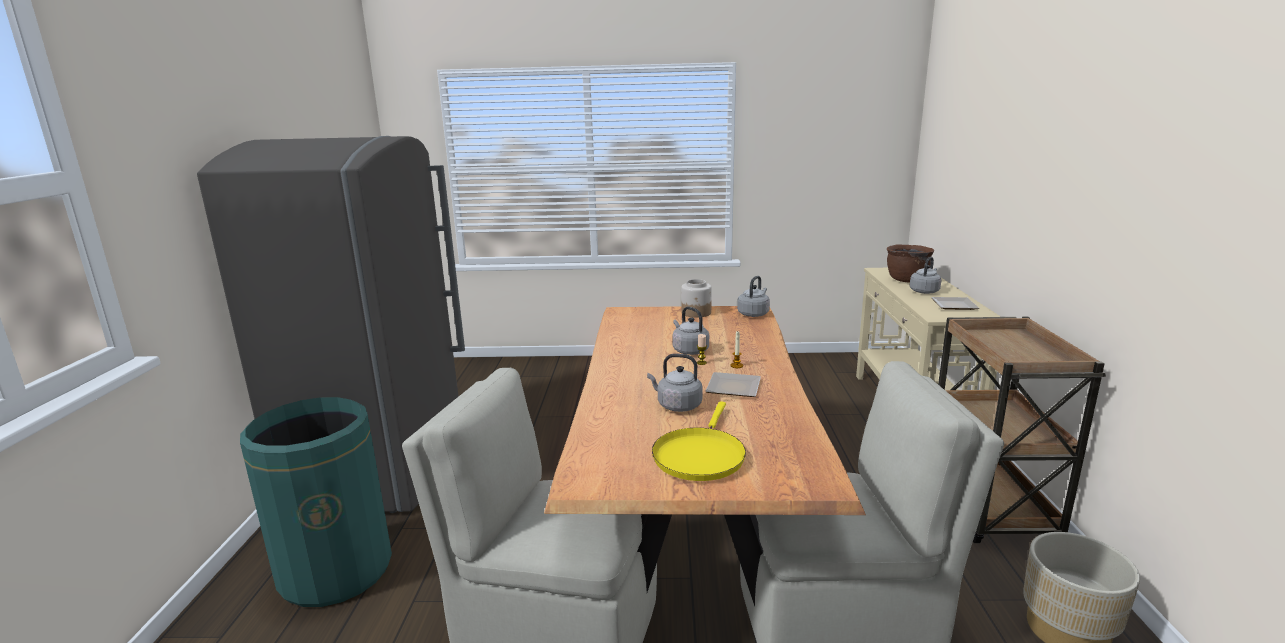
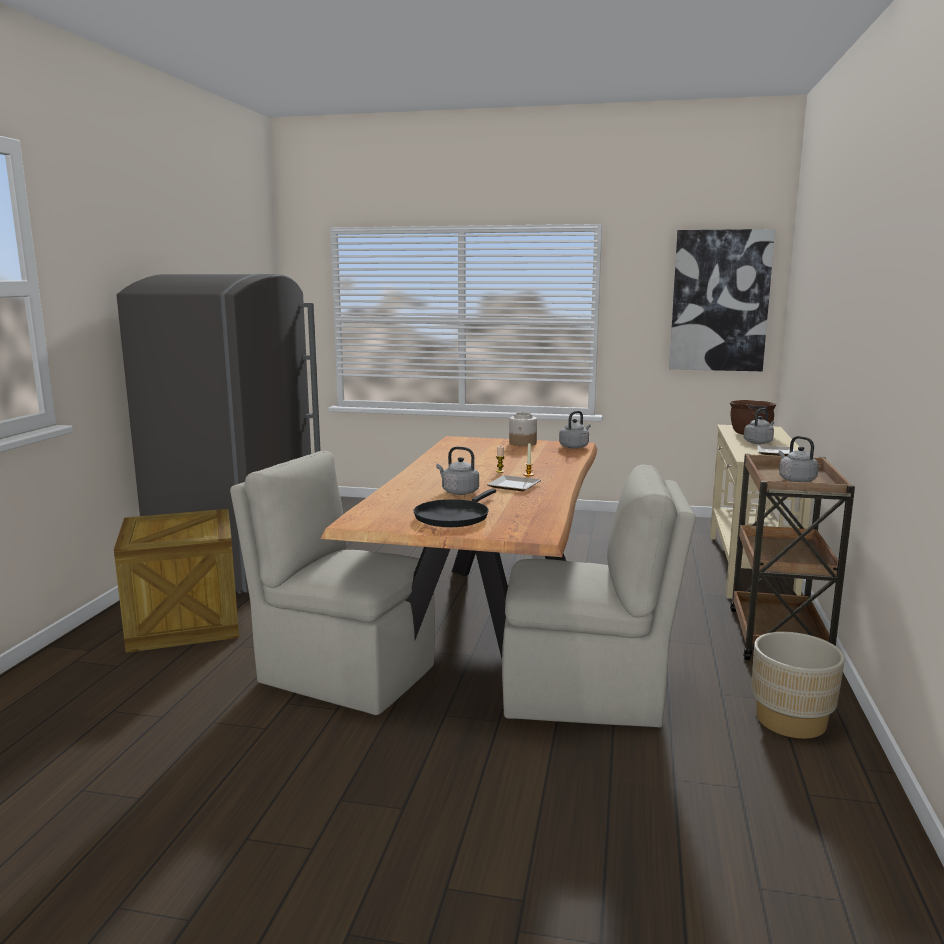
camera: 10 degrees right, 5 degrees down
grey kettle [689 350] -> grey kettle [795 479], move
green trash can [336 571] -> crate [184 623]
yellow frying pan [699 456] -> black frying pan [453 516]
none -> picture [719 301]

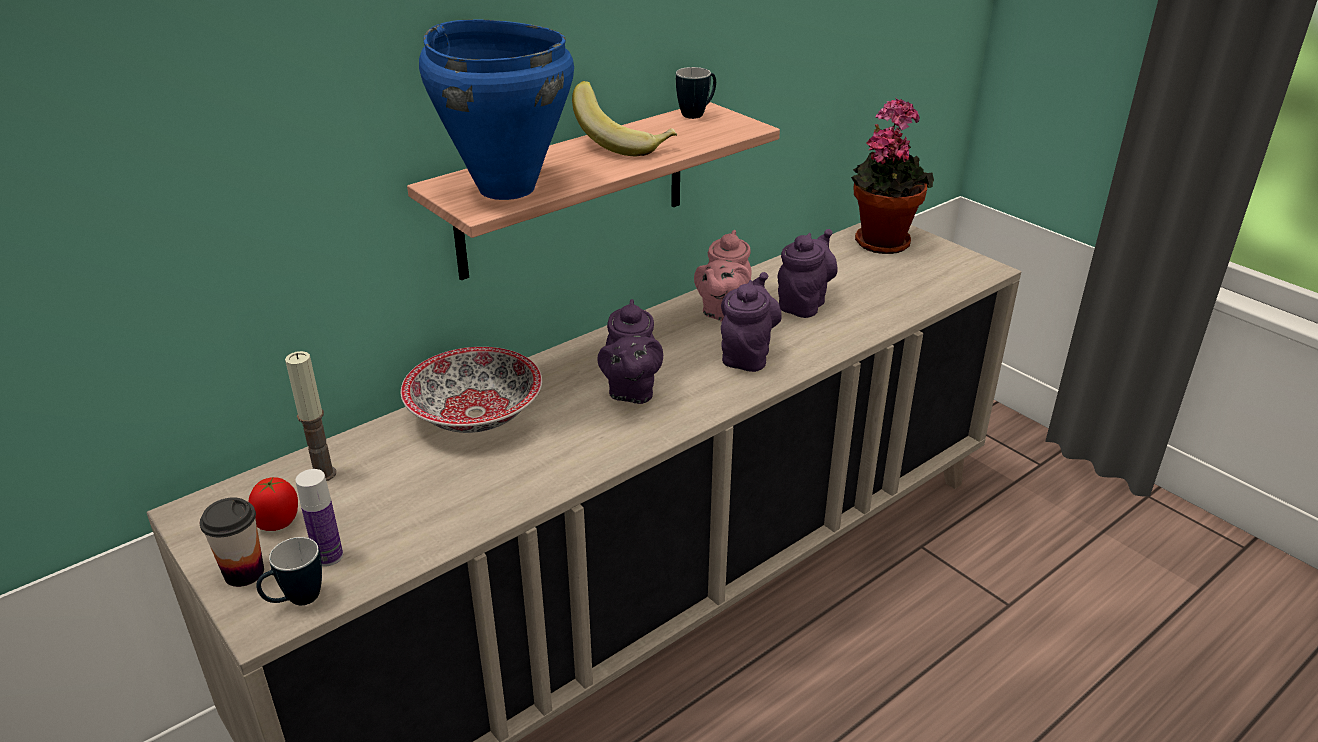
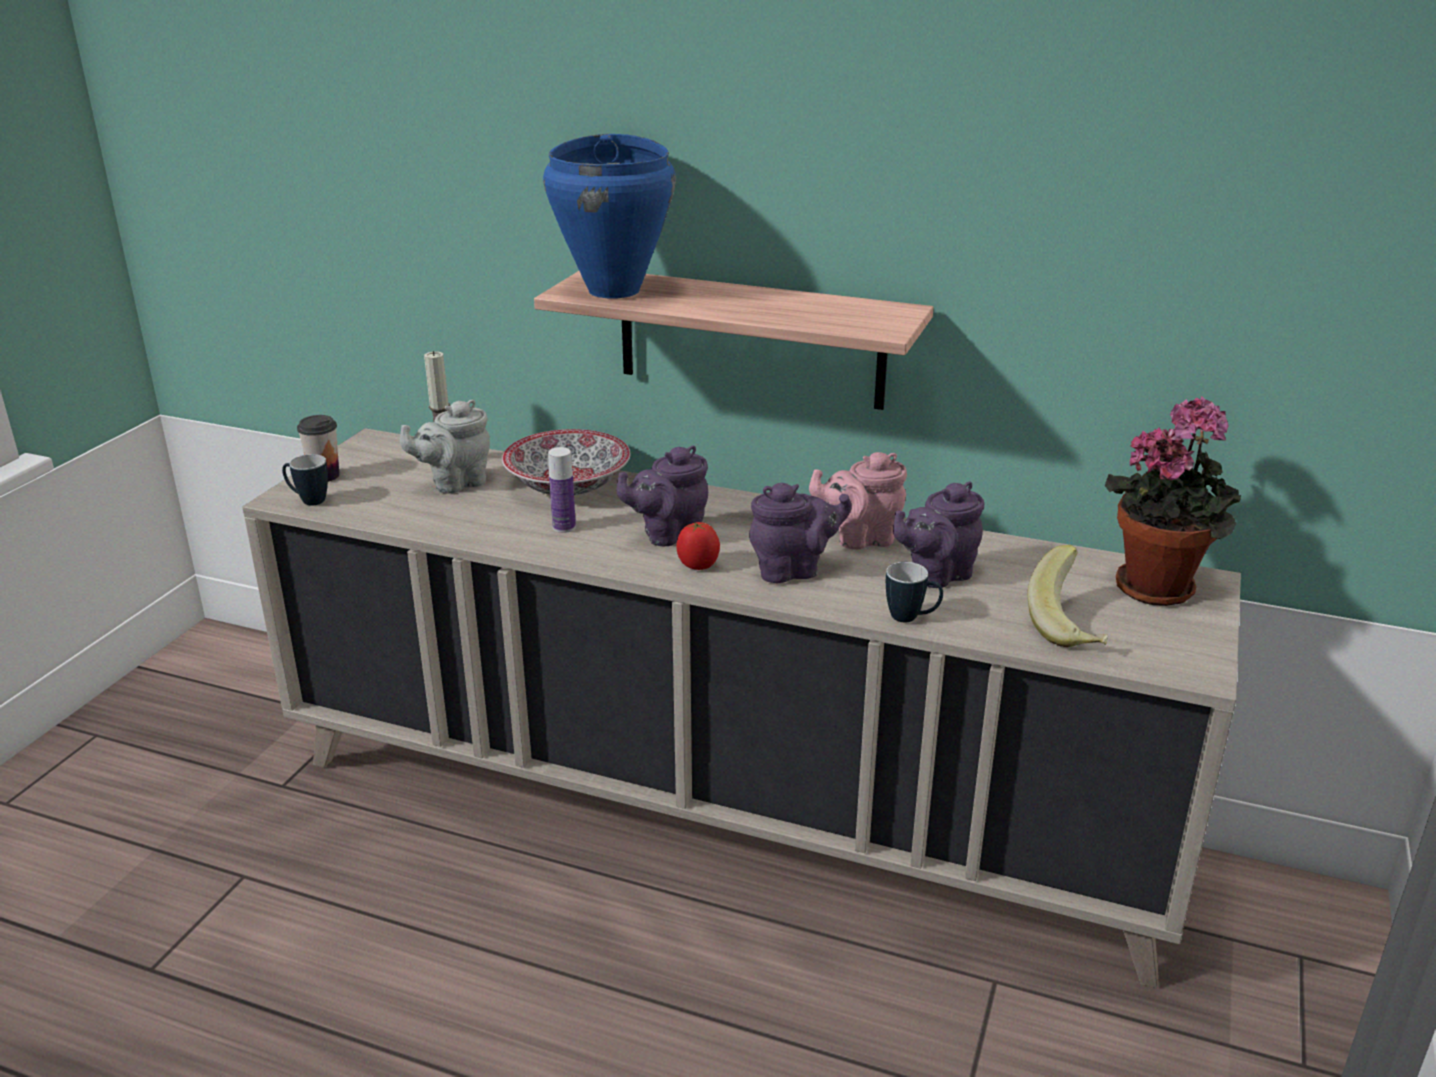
camera: 60 degrees right, 5 degrees down
mug [697 114] -> mug [911 618], move
banana [624 144] -> banana [1071 626], move
purple teapot [803 303] -> purple teapot [936 575], 150 degrees clockwise
bottle [328 556] -> bottle [564 527], move
tomato [278 523] -> tomato [698 565], move
none -> grey teapot [454 483]

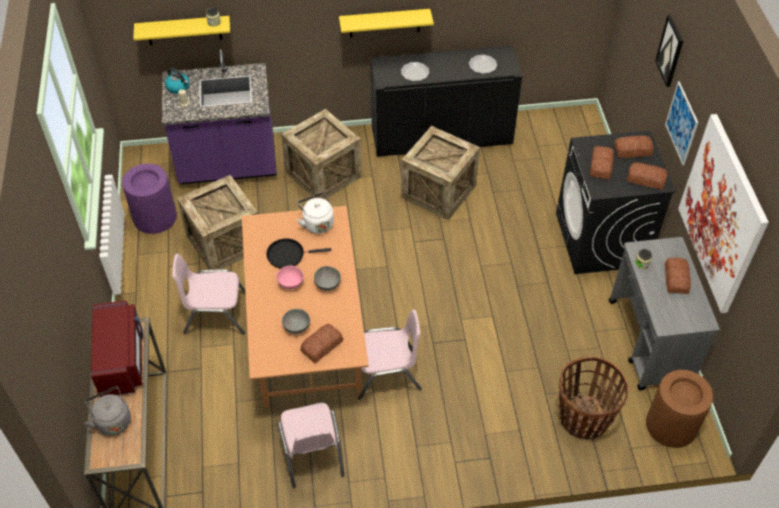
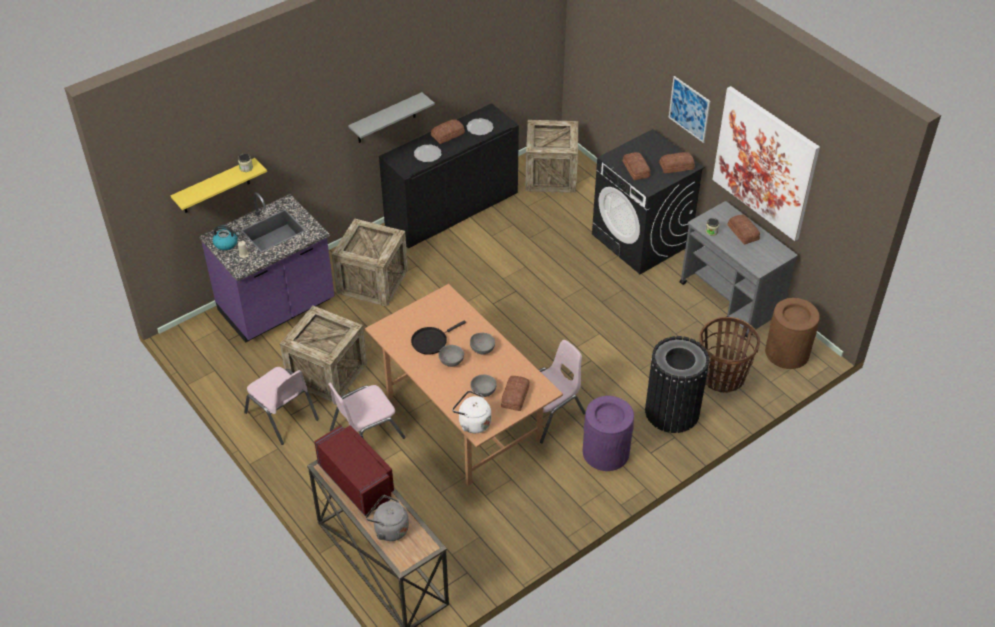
camera: 30 degrees left, 5 degrees down
yellow shelf [384 23] -> grey shelf [386 119]
picture [670 51] -> none
crate [438 191] -> crate [550 175], move
bread [633 150] -> bread [448 134], move
purple trash can [155 217] -> purple trash can [605 452], move
white kettle [317 223] -> white kettle [472 422], move
pink bowl [290 283] -> grey bowl [450 361]
pink chair [311 453] -> pink chair [282 416], move
none -> black trash can [672 412]

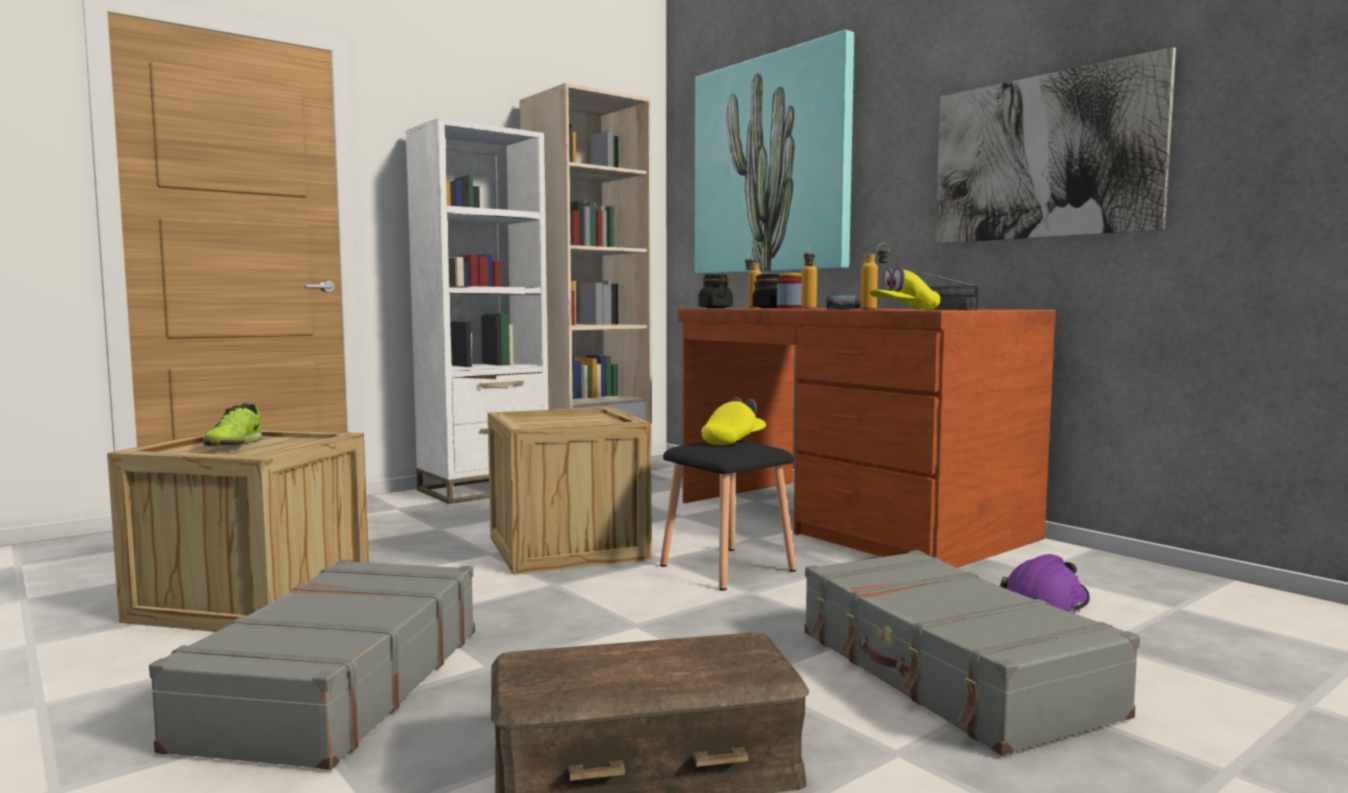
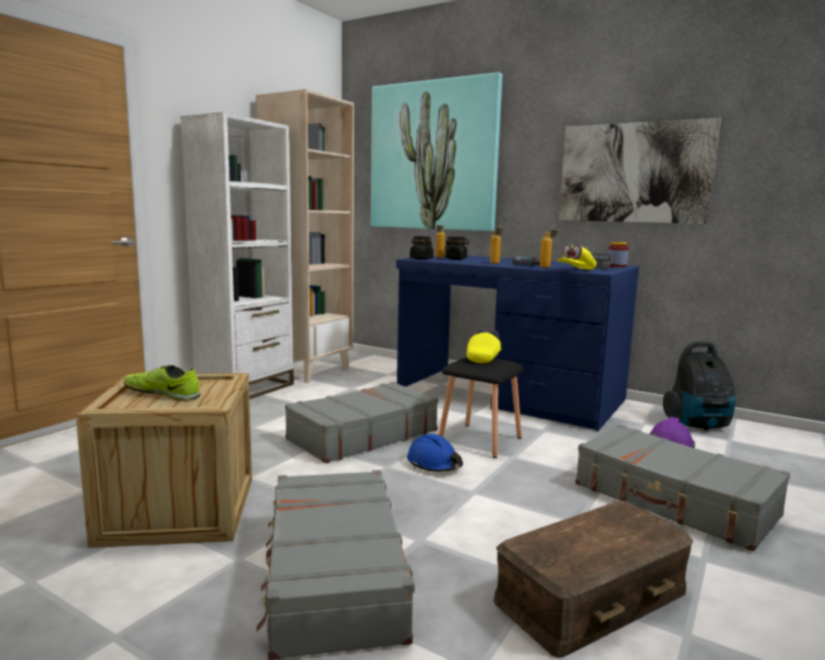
camera: 20 degrees left, 5 degrees up
jar [790 308] -> jar [616 266], move
brown desk [847 520] -> blue desk [509 395]
shoe [233 446] -> shoe [162 394], 135 degrees clockwise
crate [567 548] -> grey suitcase [362 435]
none -> vacuum cleaner [698 425]
none -> blue hard hat [434 464]

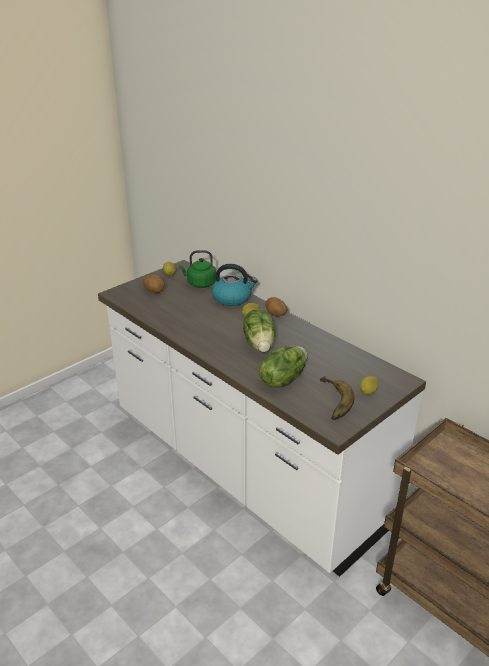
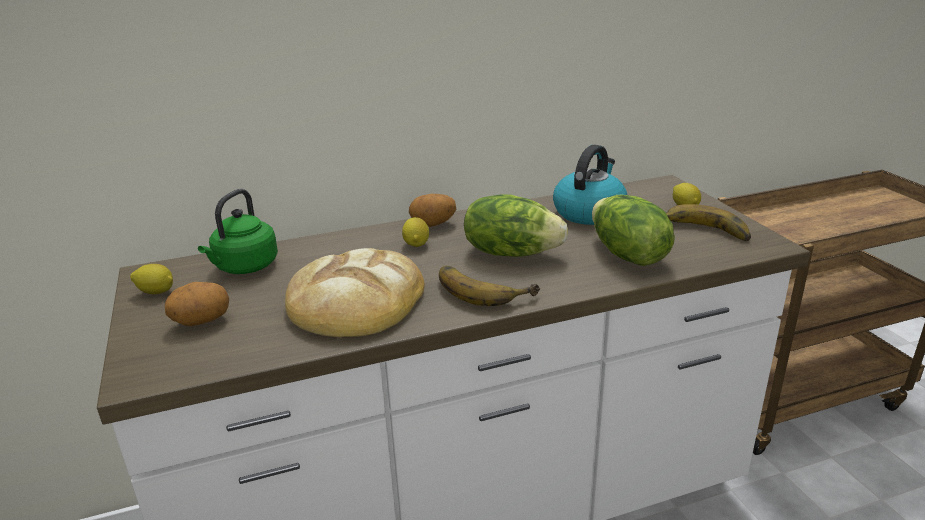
camera: 65 degrees left, 5 degrees down
kettle [232 298] -> kettle [589 212], move
none -> bread [356 301]
none -> banana [484 288]

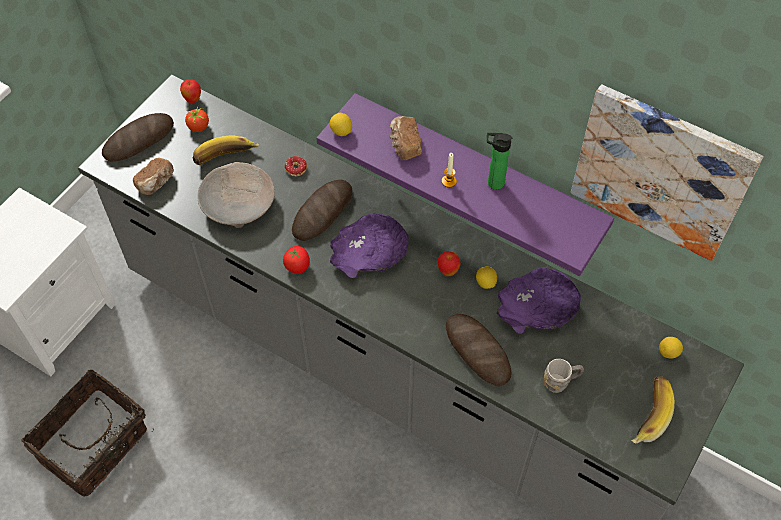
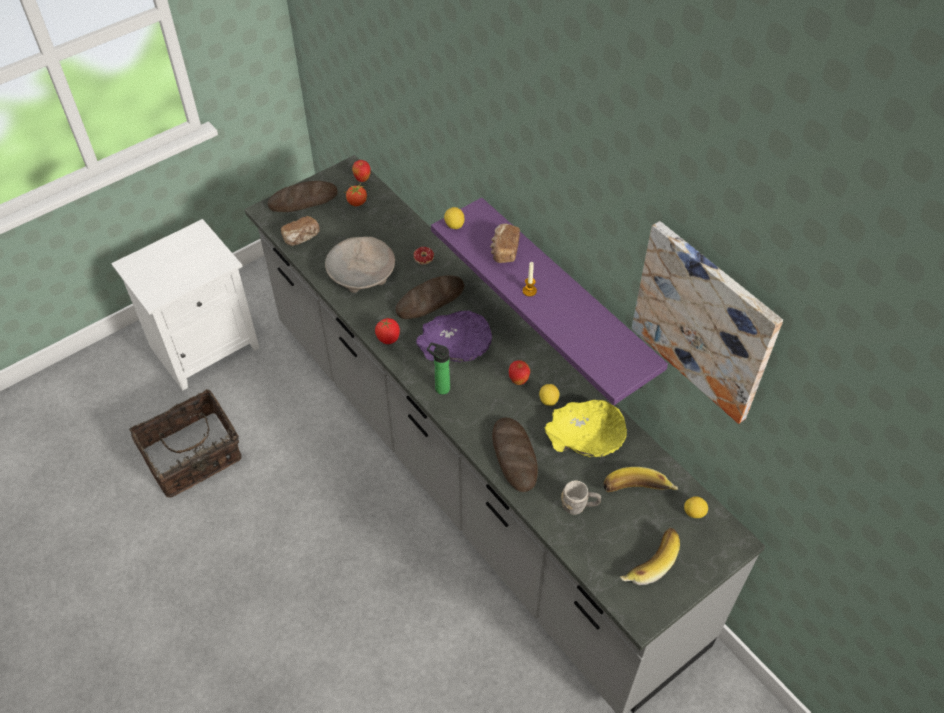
camera: 20 degrees right, 5 degrees down
bottle [493 183] -> bottle [440 388], move
banana [226 159] -> banana [637 492], move
purple bowl [537 309] -> yellow bowl [585 436]

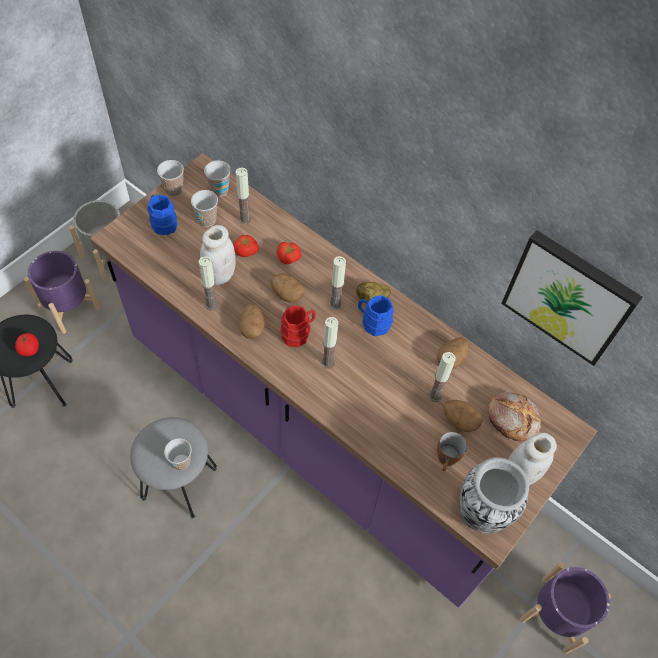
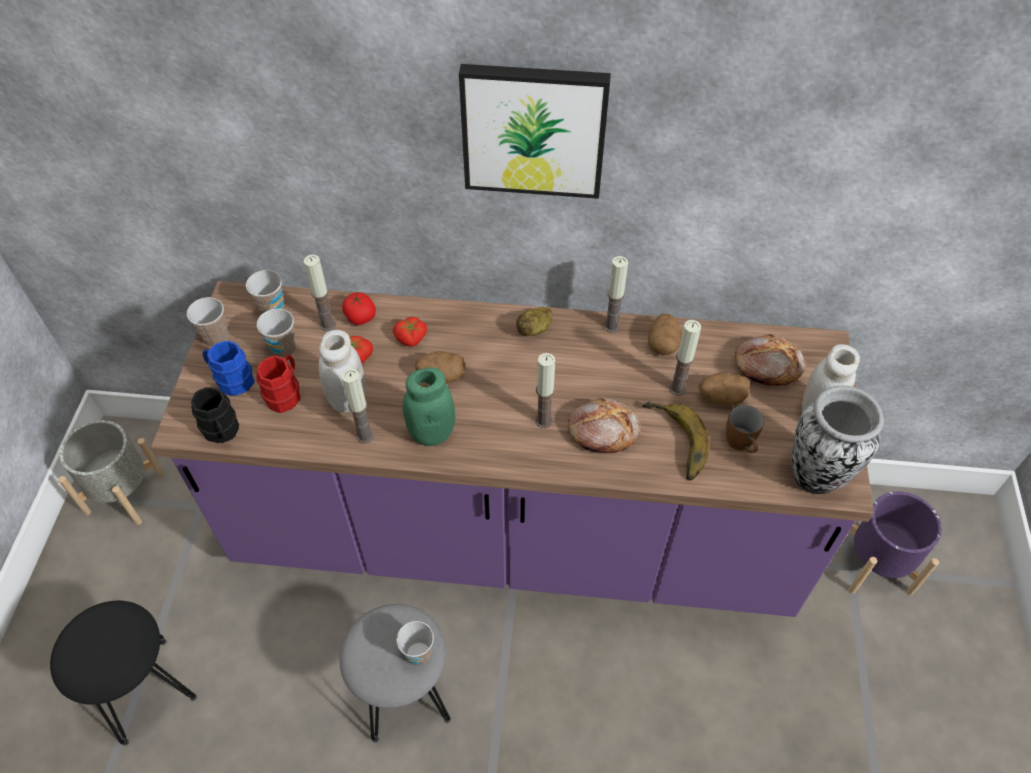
camera: 30 degrees left, 5 degrees down
picture [569 296] -> picture [534 129], move
purple planter [68 307] -> none
candle [335 304] -> candle [611 326], move
blue mug [372 322] -> none
potato [252 327] -> green jar [432 433]
red mug [299 333] -> red mug [285 393], move
tomato [29 349] -> tomato [360 317], move
none -> black mug [222 432]
none -> bread [603 430]
none -> banana [672 443]

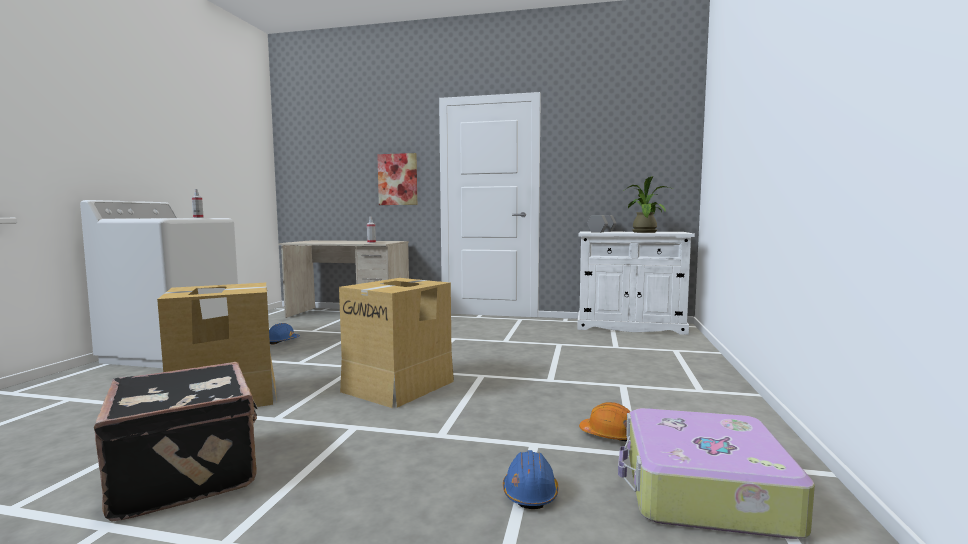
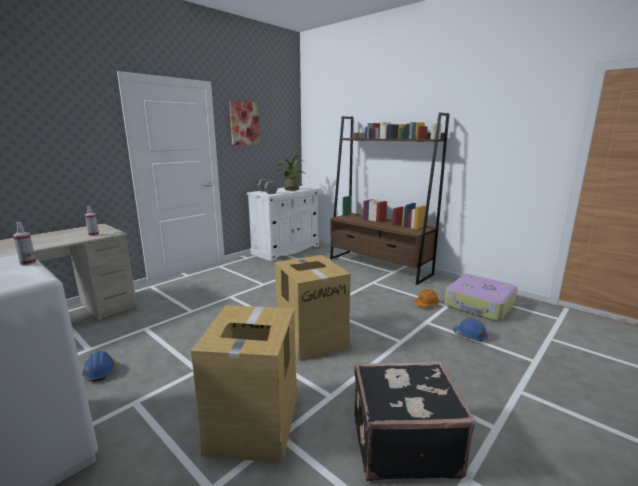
camera: 60 degrees left, 10 degrees up
picture [397 179] -> picture [244 123], move
none -> brown bookcase [379 266]

